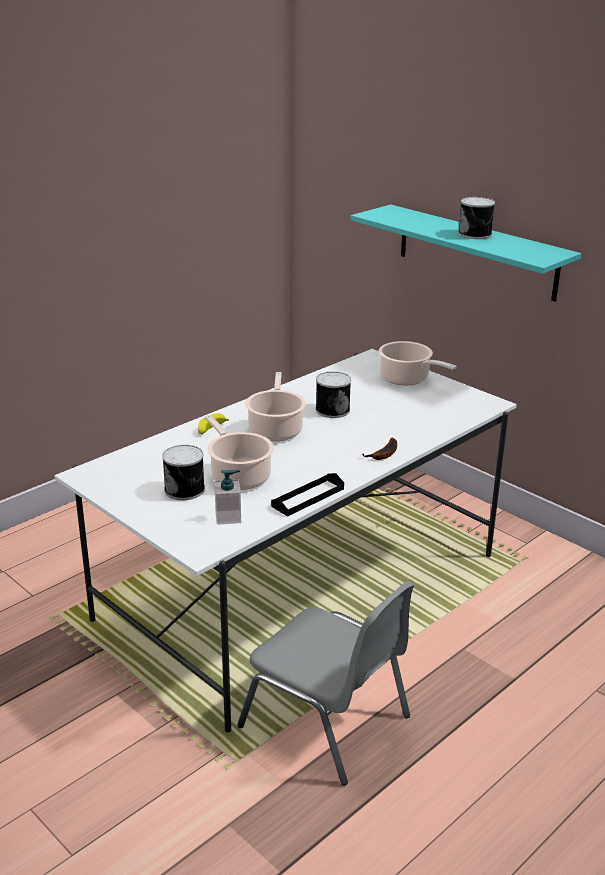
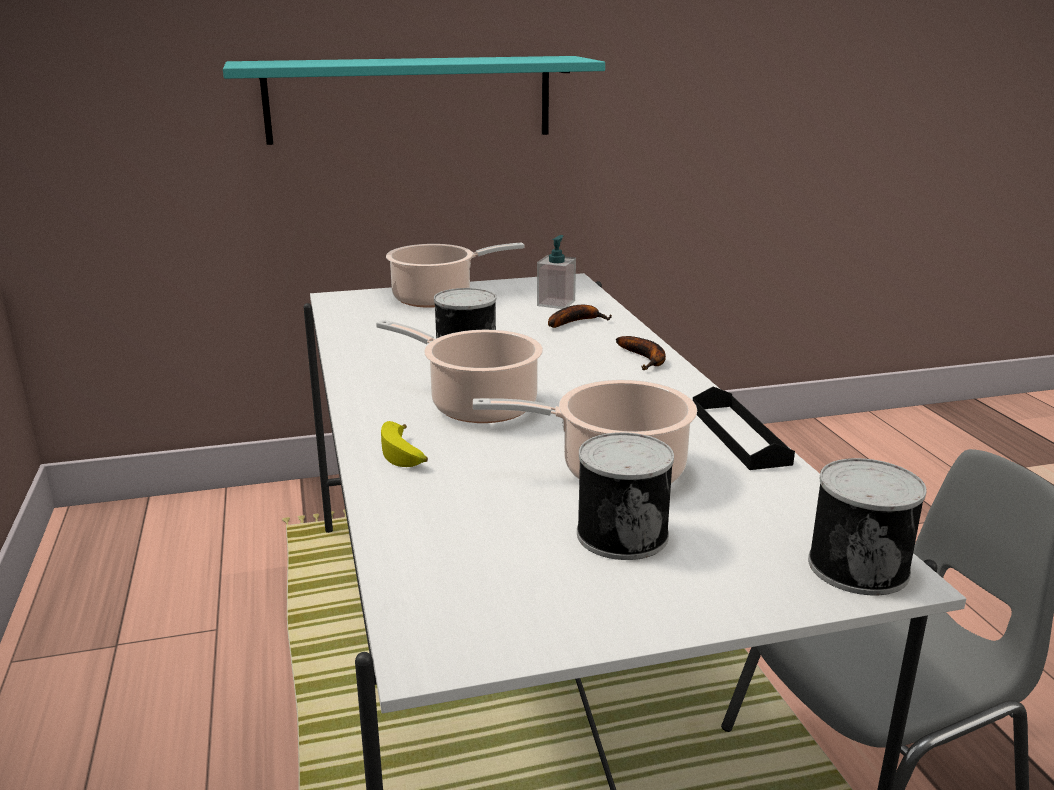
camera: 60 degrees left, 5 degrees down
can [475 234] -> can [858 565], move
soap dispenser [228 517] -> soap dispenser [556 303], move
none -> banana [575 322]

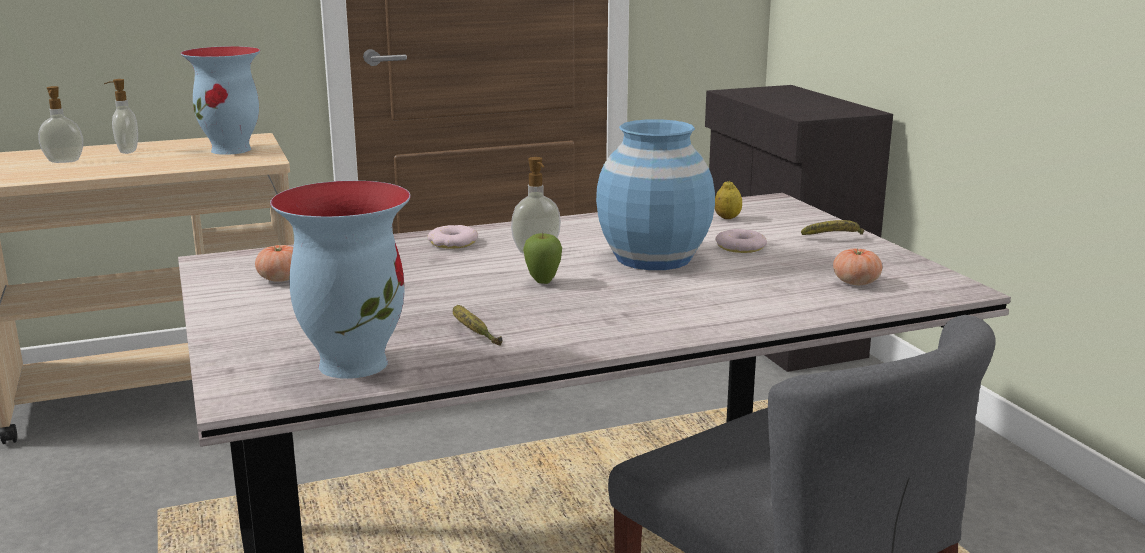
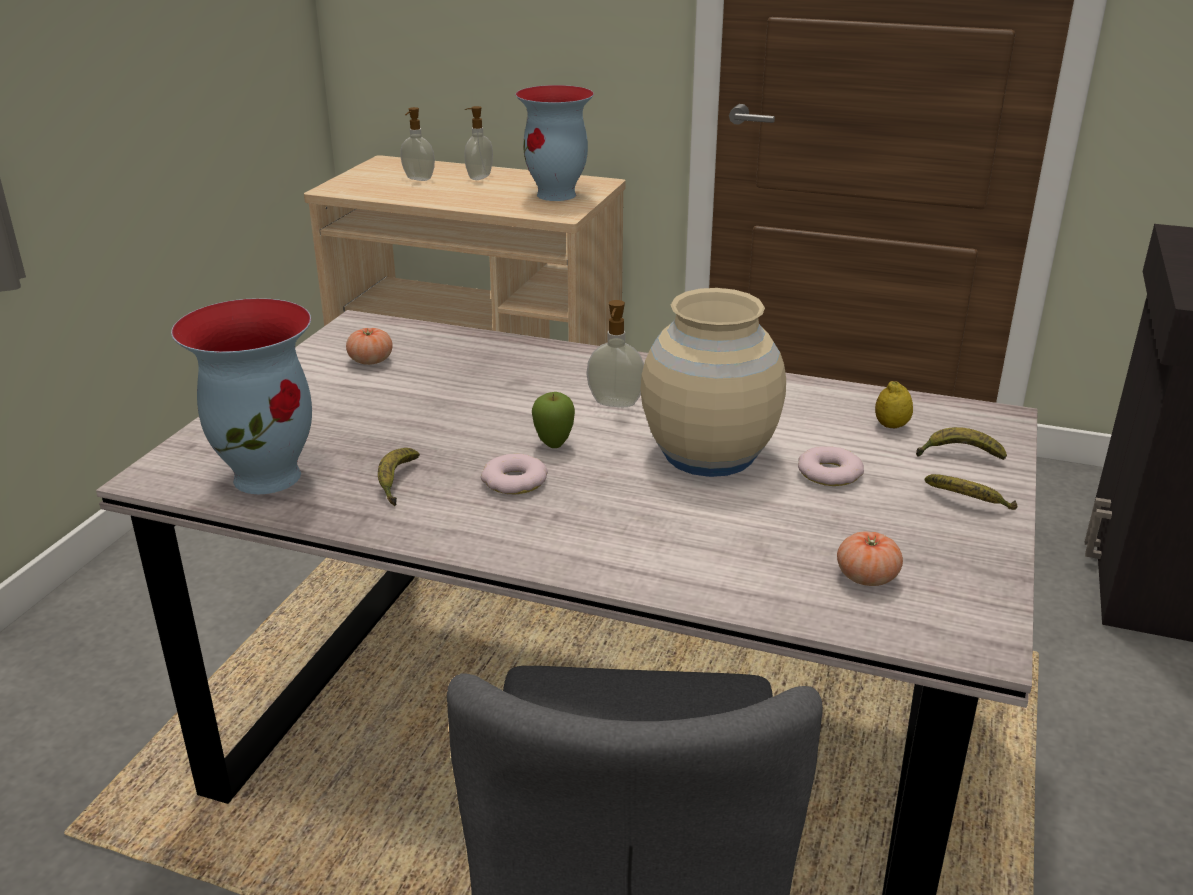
camera: 40 degrees right, 10 degrees up
blue vase [654 258] -> beige vase [710 454]
donut [453 243] -> donut [514 481], move
none -> banana [958 455]

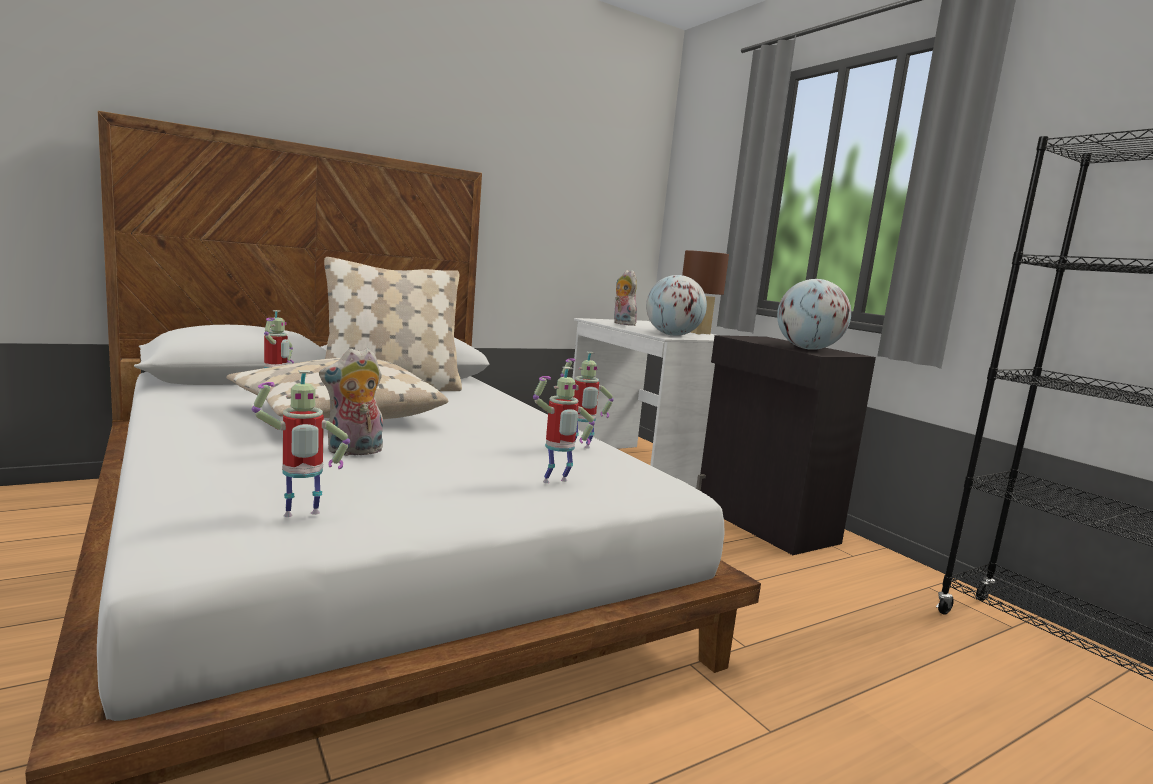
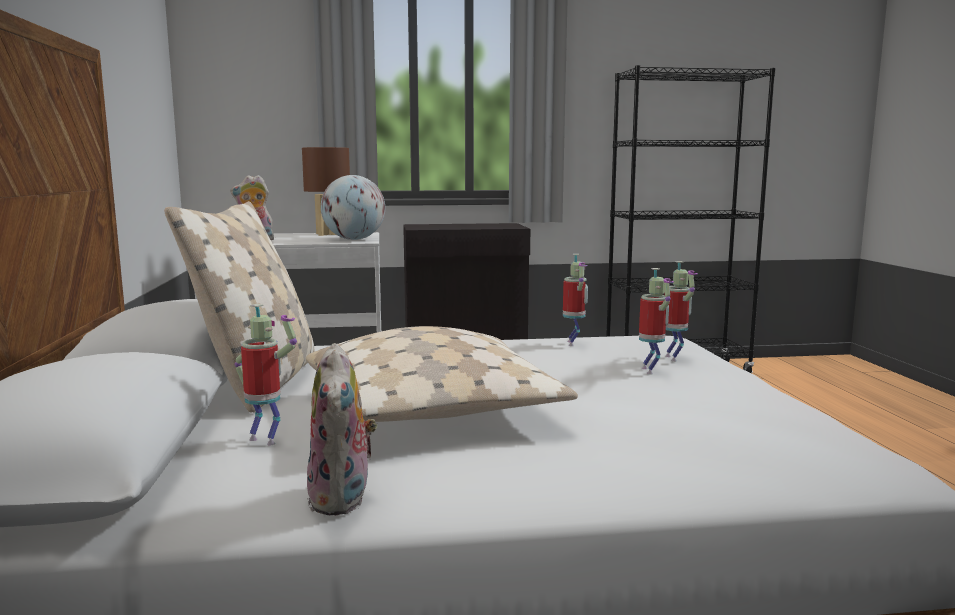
camera: 65 degrees left, 0 degrees up
globe [808 349] -> none
plush toy [354 452] -> plush toy [343 499], move
toy robot [301 516] -> toy robot [651 371], move

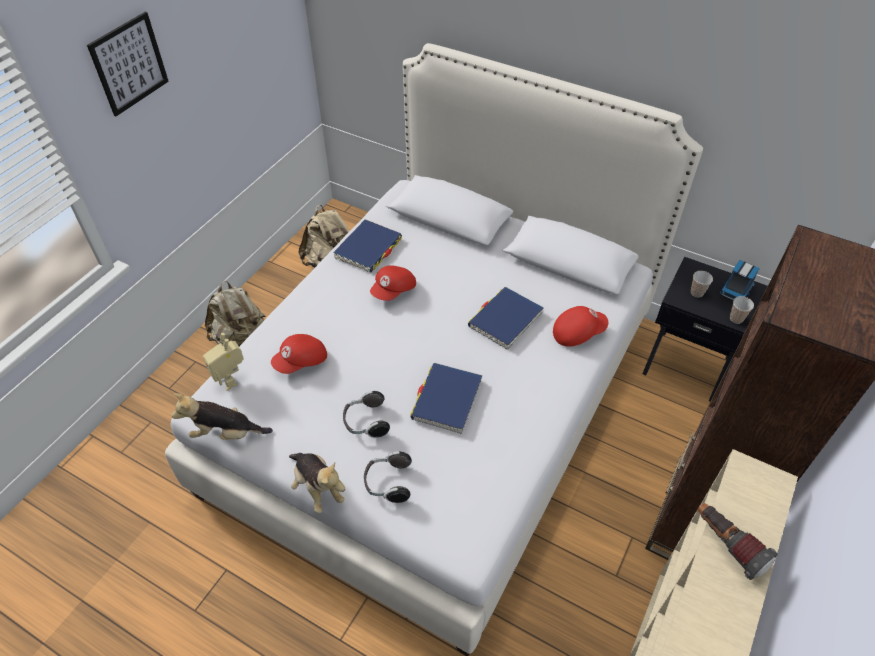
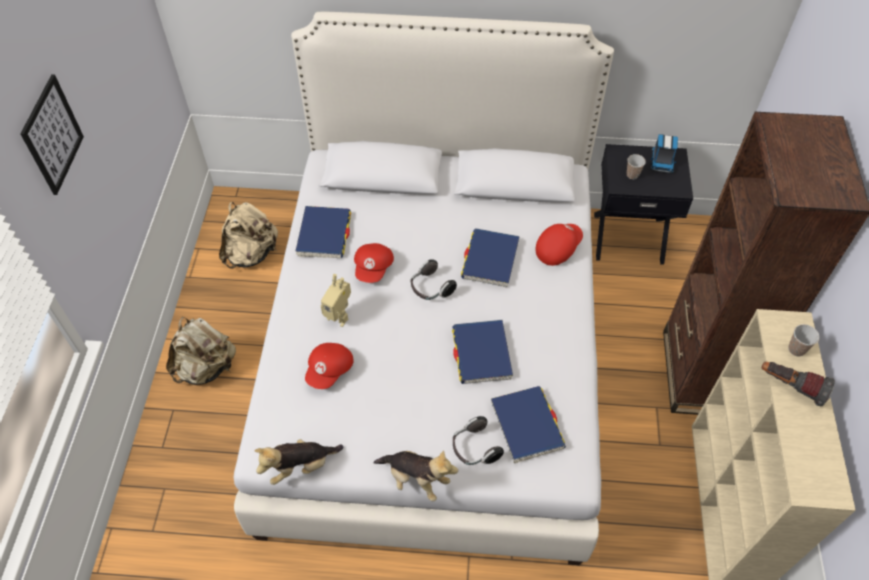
camera: 25 degrees left, 5 degrees up
cup [736 318] -> cup [796 349], move
toy robot [231 379] -> toy robot [339 316], move
headphones [366 422] -> headphones [430 288], move
none -> blue book [527 425]

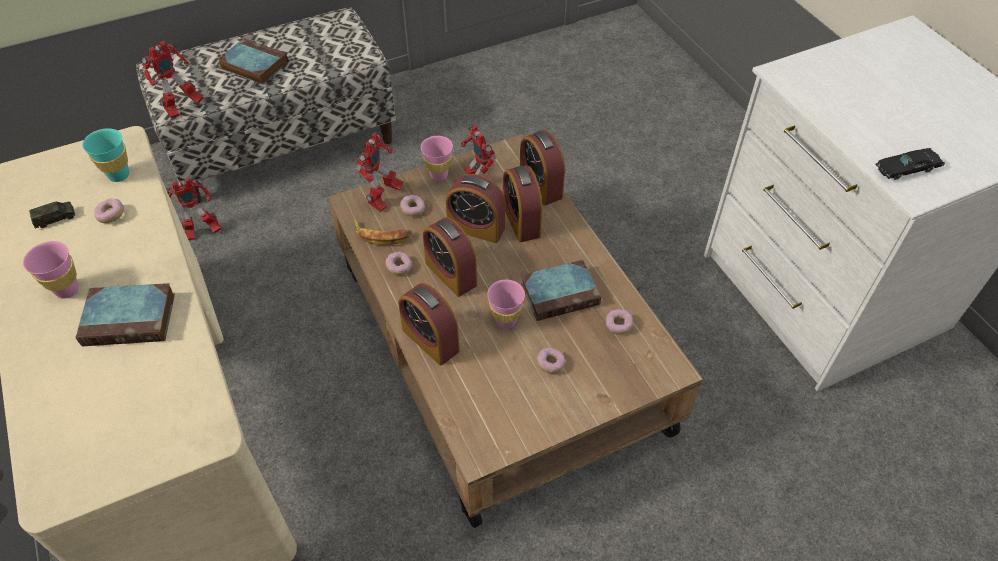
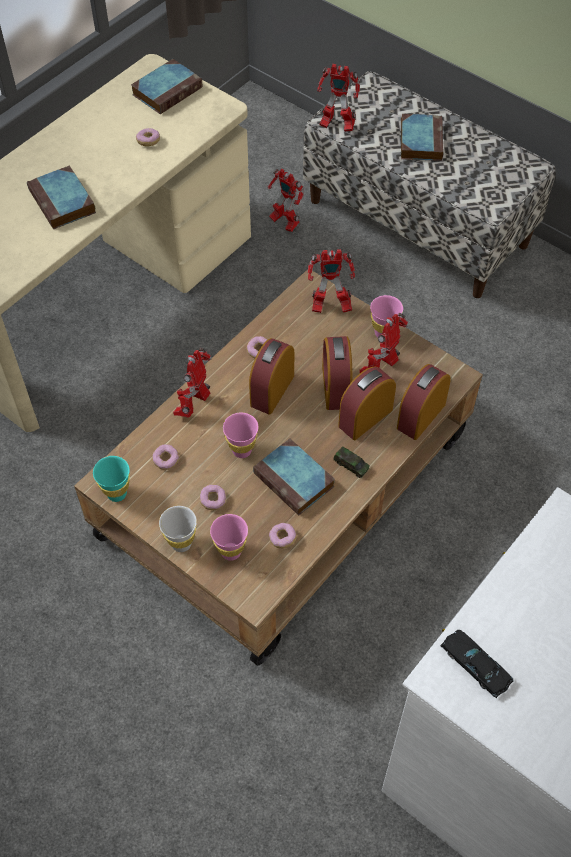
camera: 65 degrees right, 5 degrees up
turquoise cup [119 175] -> turquoise cup [117 493], move
donut [413 209] -> donut [166 460], move
toy car [55 218] -> toy car [351 465], move
banana [382 235] -> none
pink cup [67 290] -> pink cup [231 551], move
alarm clock [430 340] -> toy robot [195 405]
none -> book [168 90]
none -> white cup [181 543]

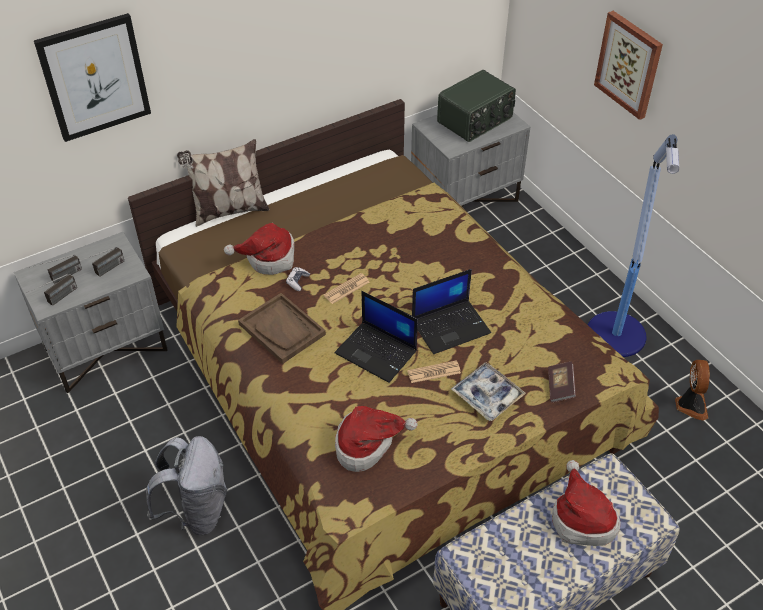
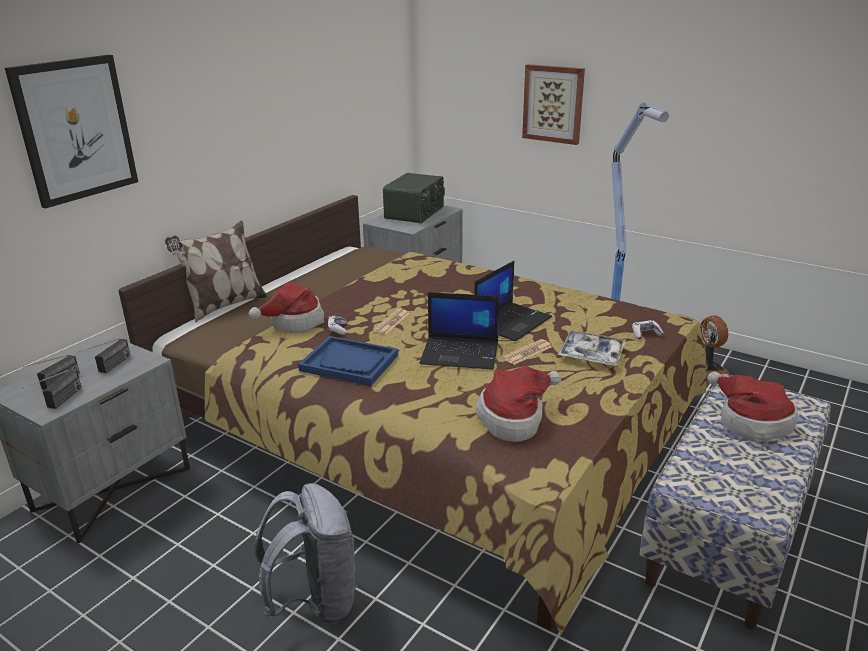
camera: 25 degrees left, 20 degrees down
brown tray [282 329] -> blue tray [349 363]
book [560 387] -> game controller [645 334]

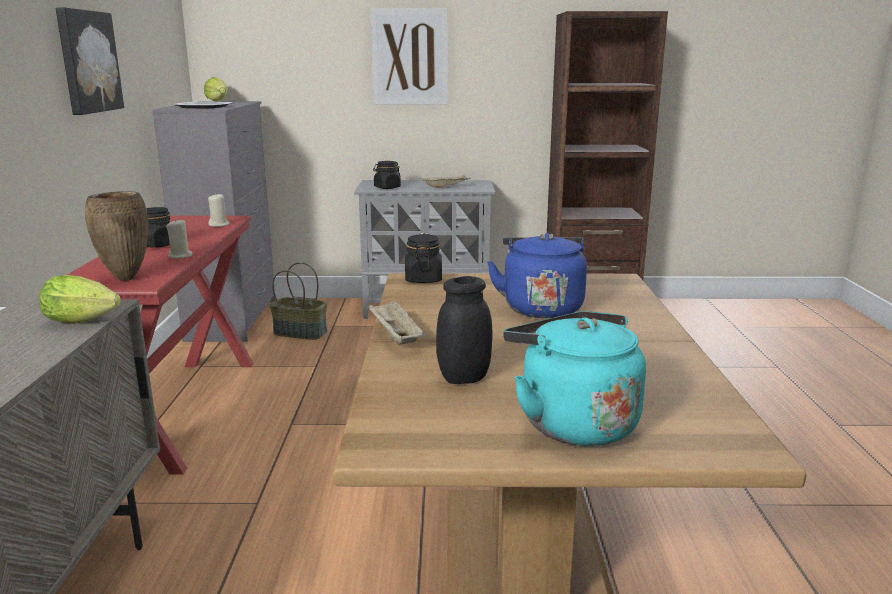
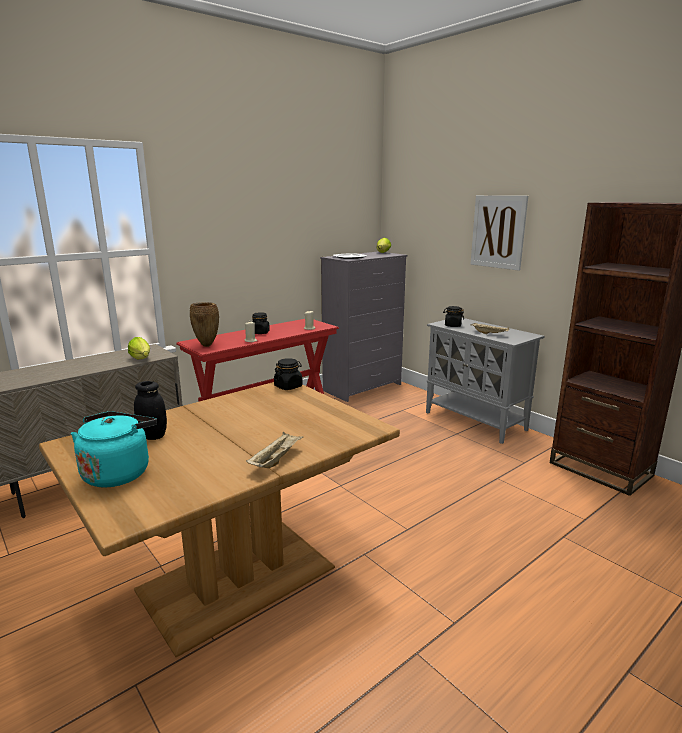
camera: 50 degrees right, 0 degrees up
picture [87 62] -> none
blue kettle [541 307] -> none
basket [301 332] -> none
beige tray [394 336] -> beige tray [276 460], move

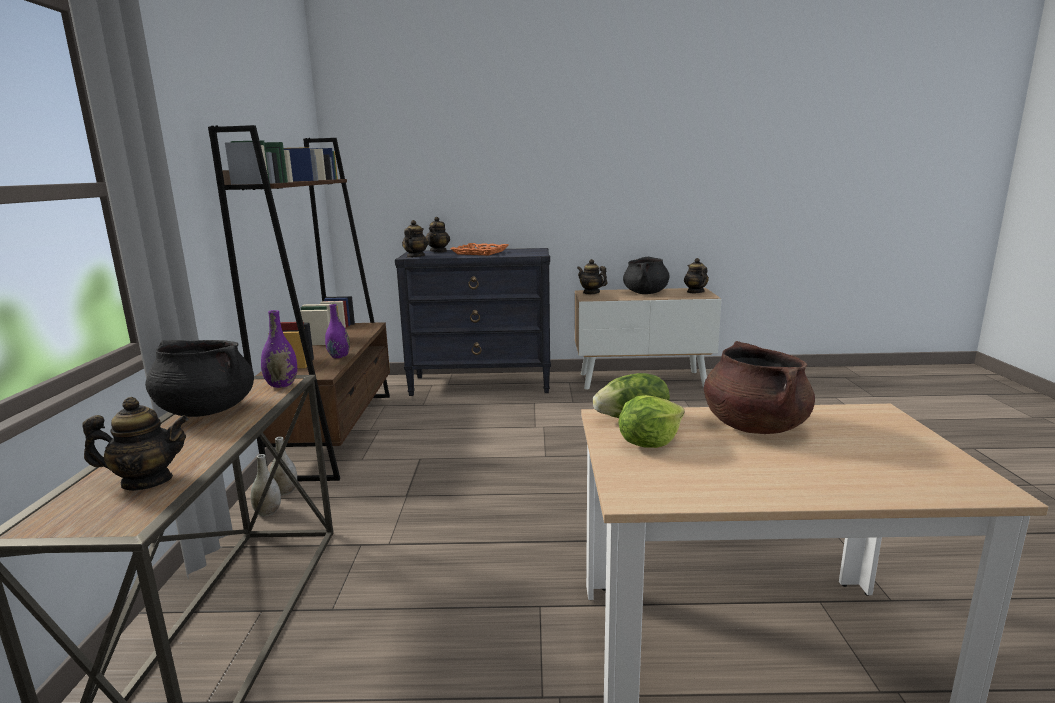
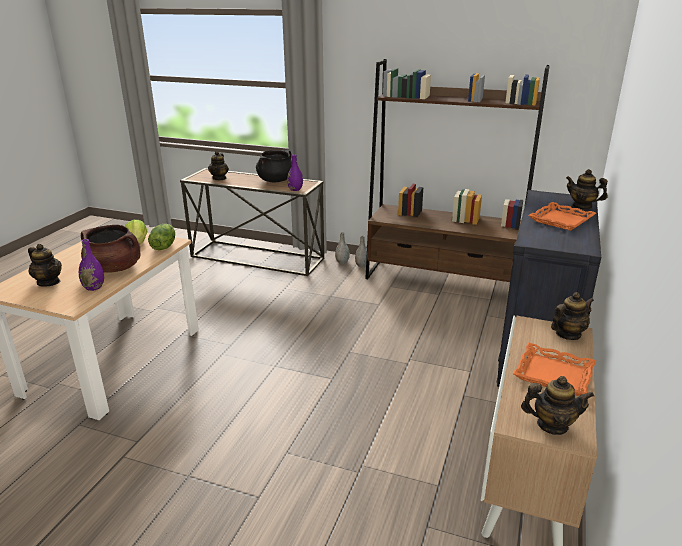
camera: 110 degrees right, 10 degrees up
teapot [415 256] -> teapot [49 282], move
black cooking pot [645 293] -> orange tray [553 374]
purple vase [339 356] -> purple vase [94 287], move

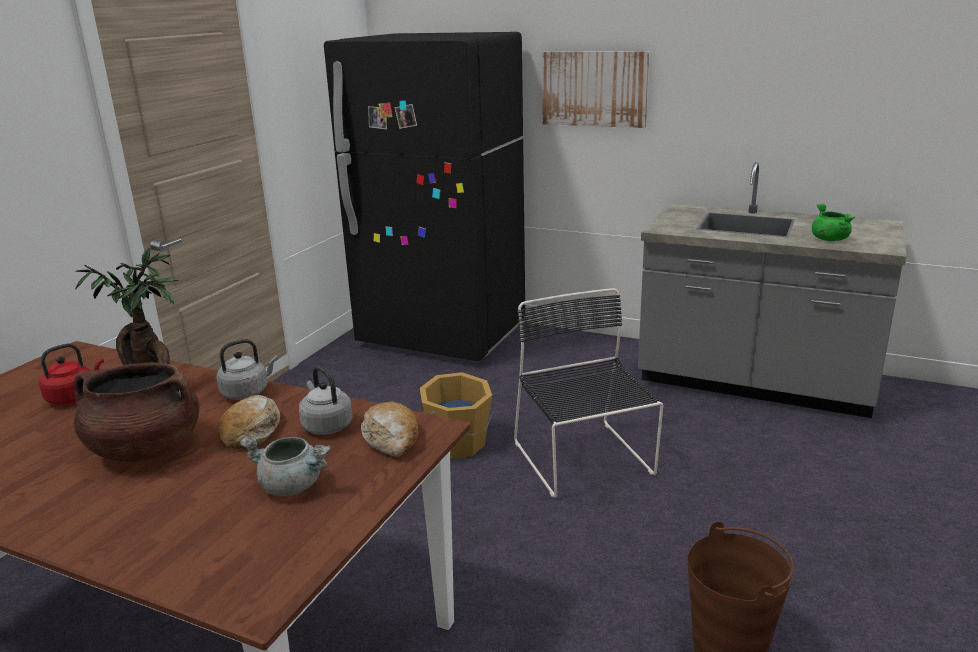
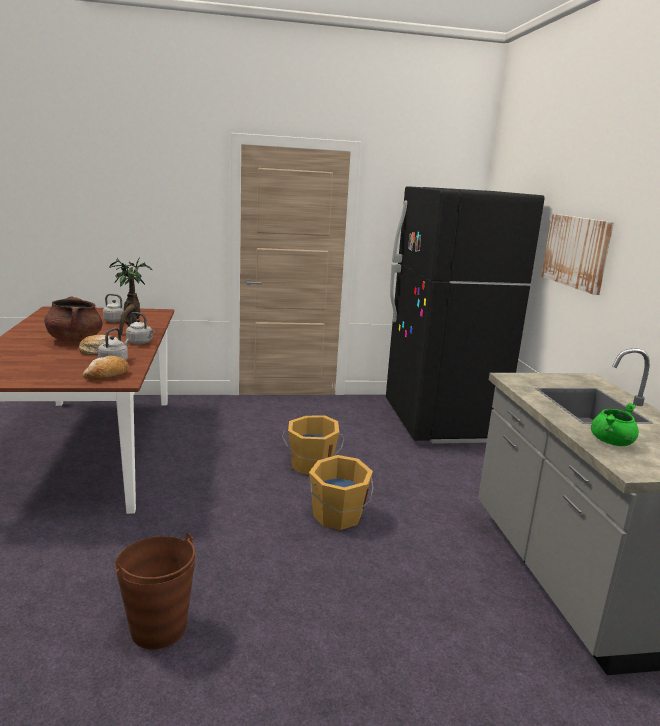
camera: 55 degrees right, 5 degrees down
black chair [584 461] -> orange bucket [338 516]
red kettle [74 397] -> grey kettle [116 321]
grey cooking pot [292 486] -> none

